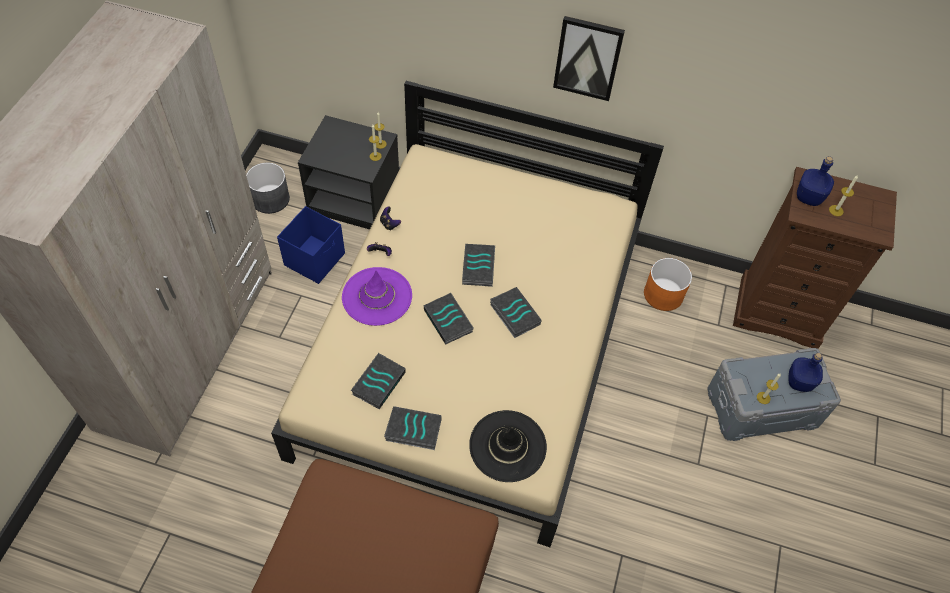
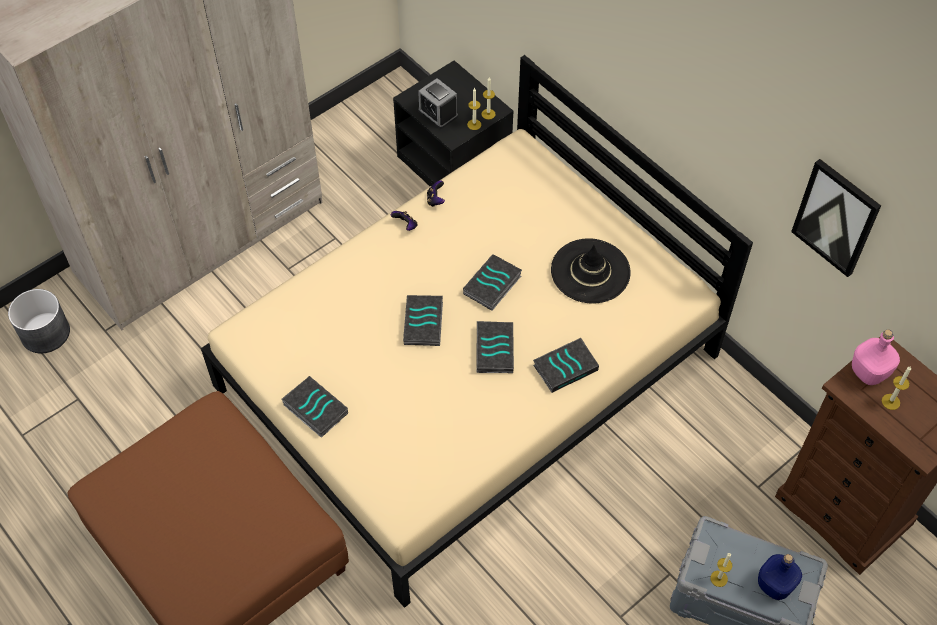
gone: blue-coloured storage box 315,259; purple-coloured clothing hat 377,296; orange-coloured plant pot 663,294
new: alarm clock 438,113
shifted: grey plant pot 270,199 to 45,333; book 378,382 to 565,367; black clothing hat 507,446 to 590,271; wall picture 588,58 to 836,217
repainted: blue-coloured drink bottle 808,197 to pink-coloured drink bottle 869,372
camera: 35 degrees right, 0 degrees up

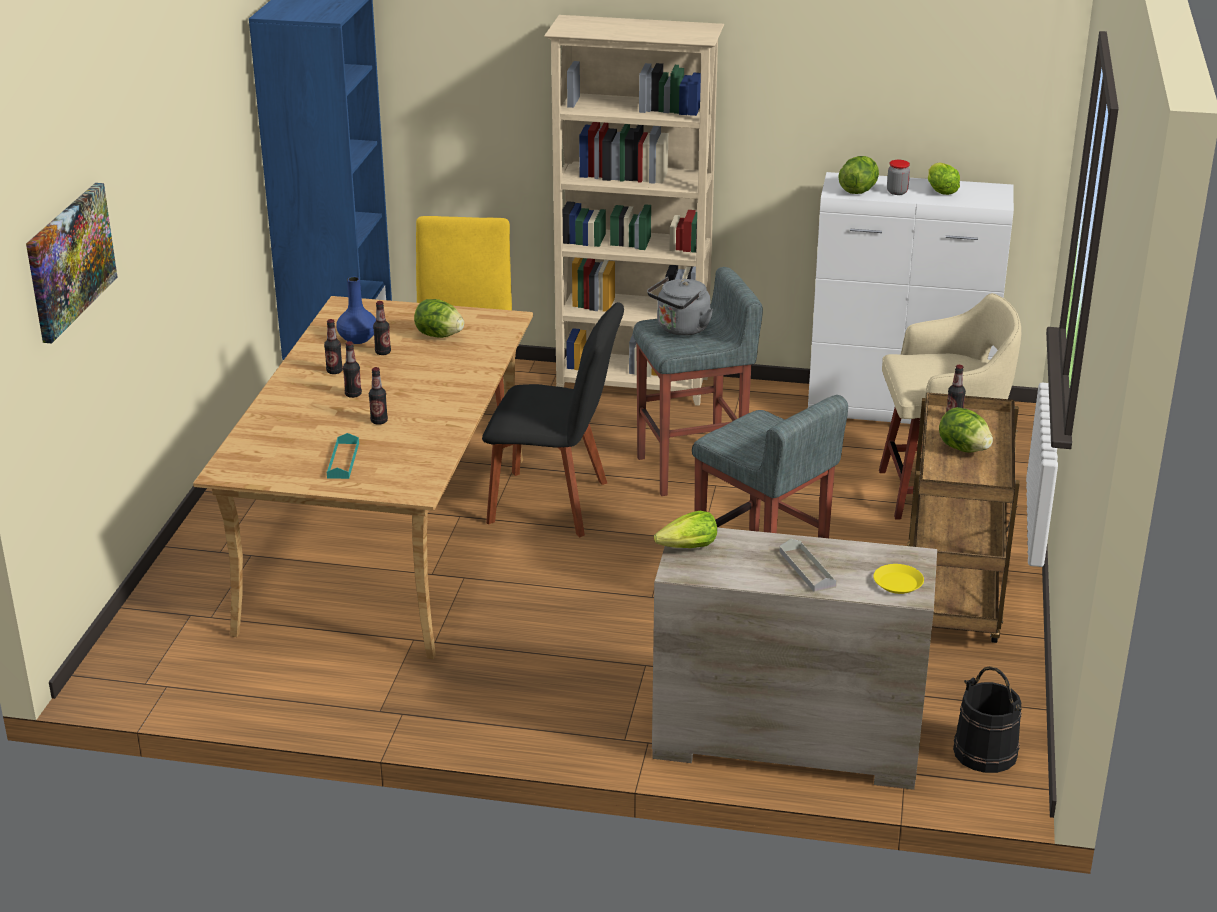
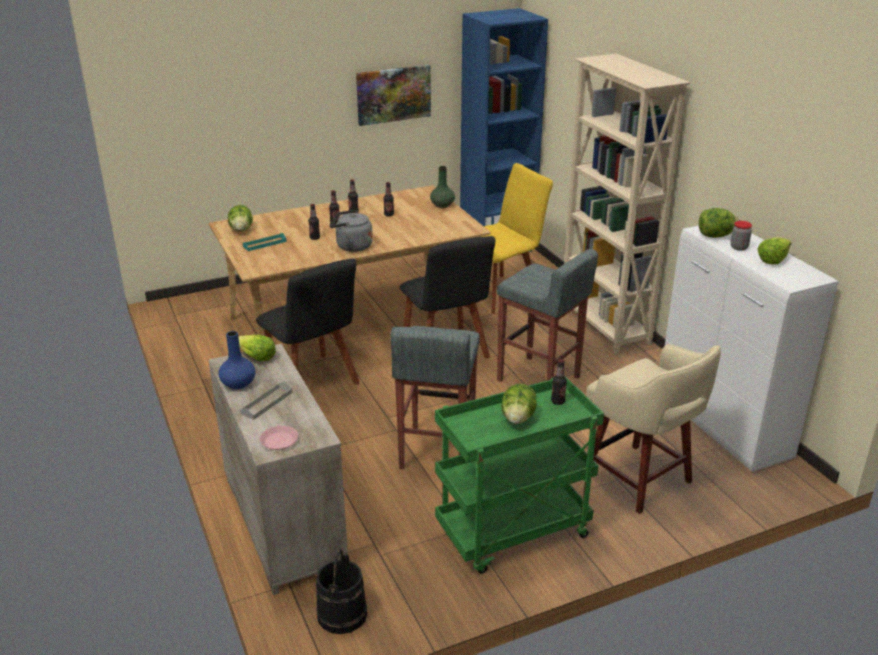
new: black plain chair 313,382; greenish flower vase 442,205
shifted: wall picture 69,260 to 393,94; blue-coloured flower vase 358,339 to 238,384; lettuce 439,335 to 241,230; grey water kettle 681,329 to 351,246
repainted: yellow dinner plate 898,583 to pink-coloured dinner plate 279,441; brownish trolley 953,600 to greenish trolley 512,534
camera: 55 degrees right, 0 degrees up

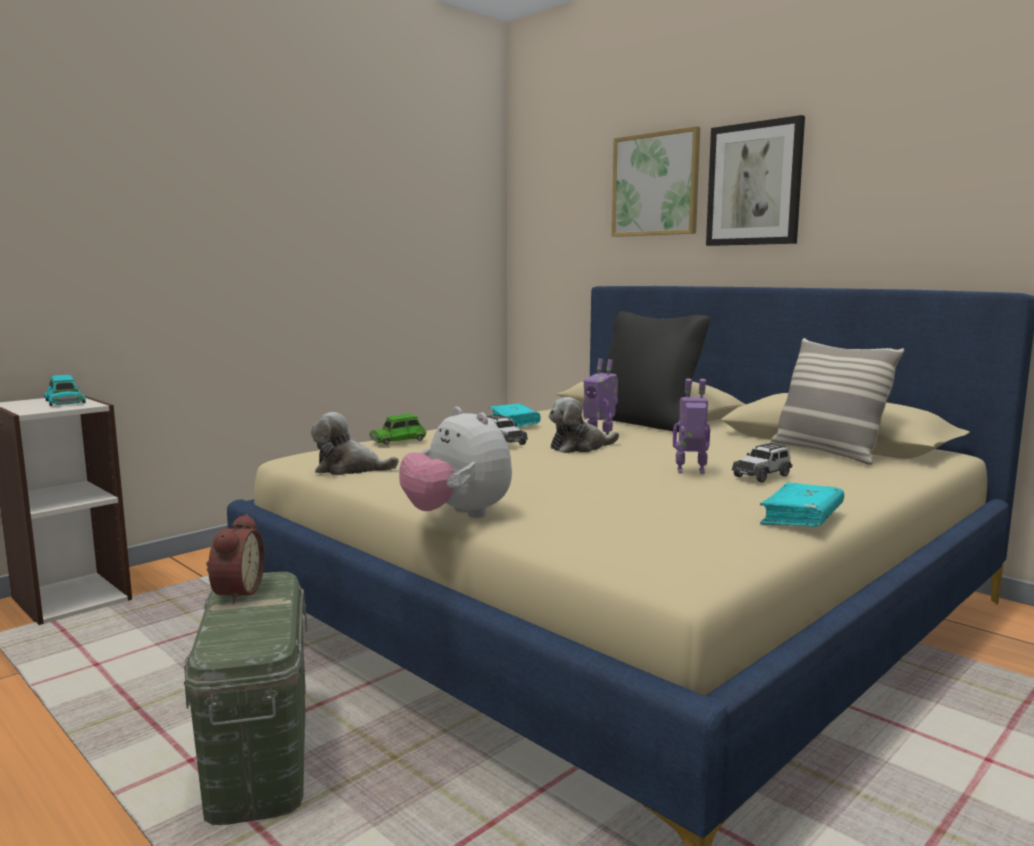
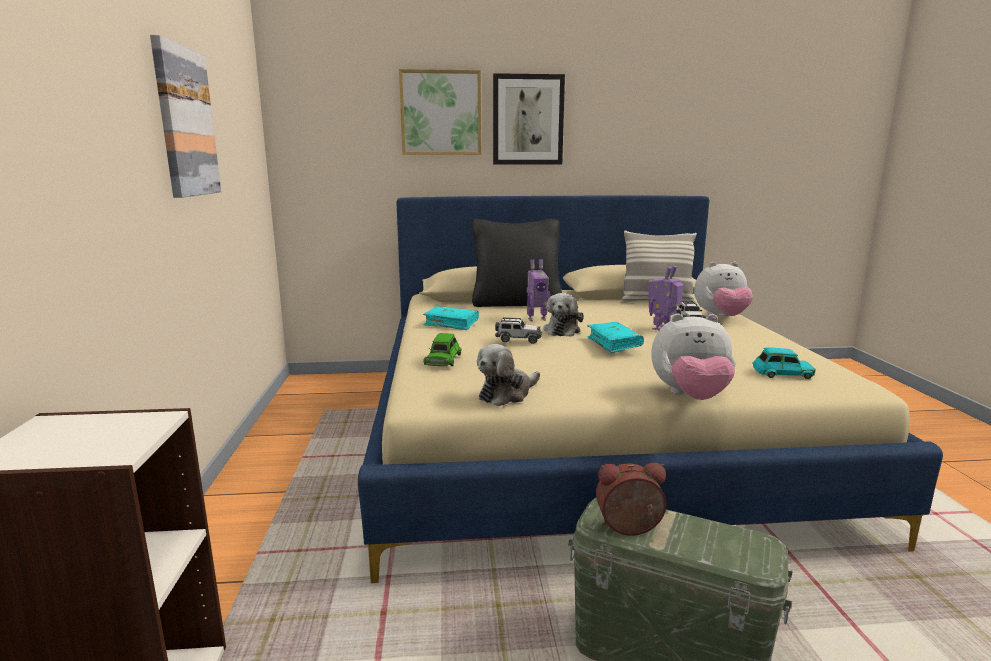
new: wall picture 185,122; cuddly toy 721,317
shifted: turquoise model car 65,401 to 782,373; turquoise book 801,518 to 614,344
rotated: alarm clock 235,592 = 629,529 45 degrees counterclockwise
camera: 50 degrees left, 5 degrees up

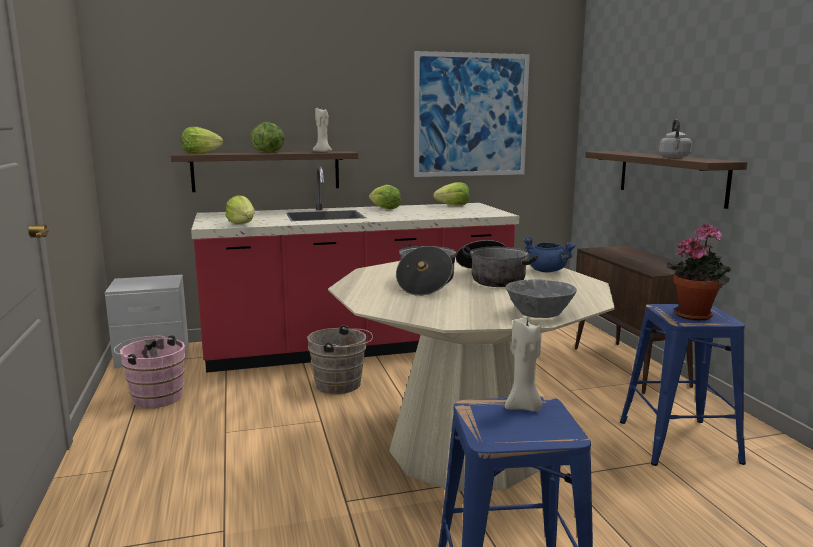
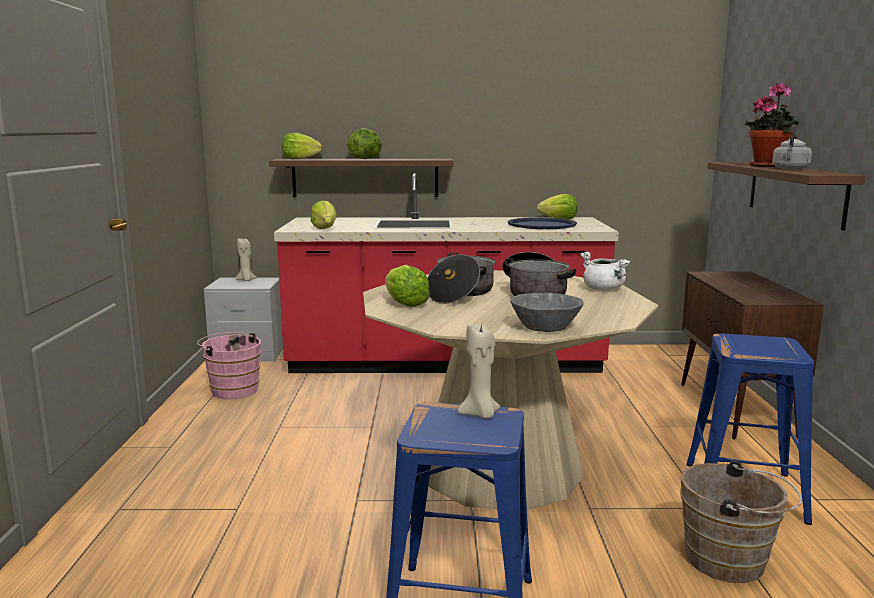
gone: wall picture 471,115
new: blue-coloured carrying tray 542,225
shifted: brownish water bucket 342,385 to 731,562; beige candle 323,152 to 246,280; lettuce 384,208 to 404,304; plant in a pot 695,315 to 768,166
repainted: blue-coloured cooking pot 548,271 to white-coloured cooking pot 604,289
camera: 15 degrees right, 0 degrees up

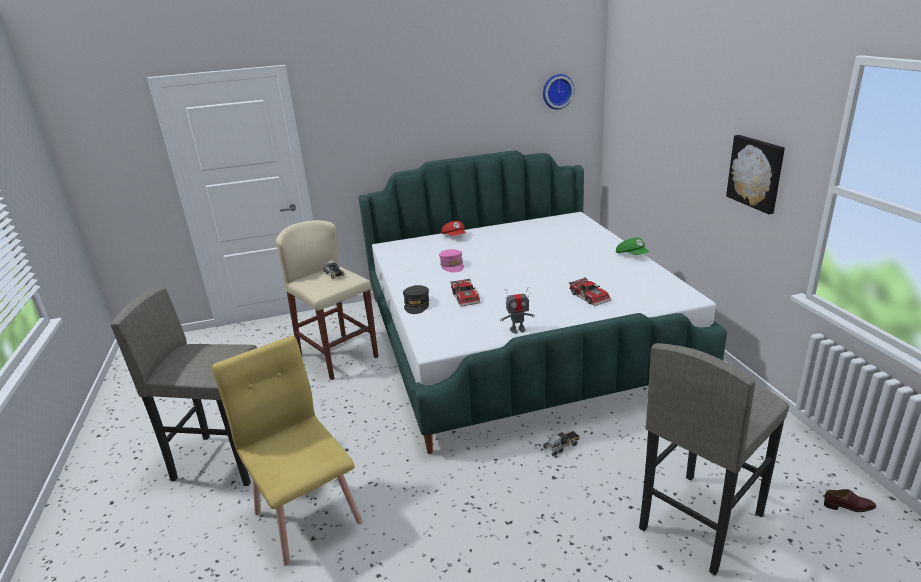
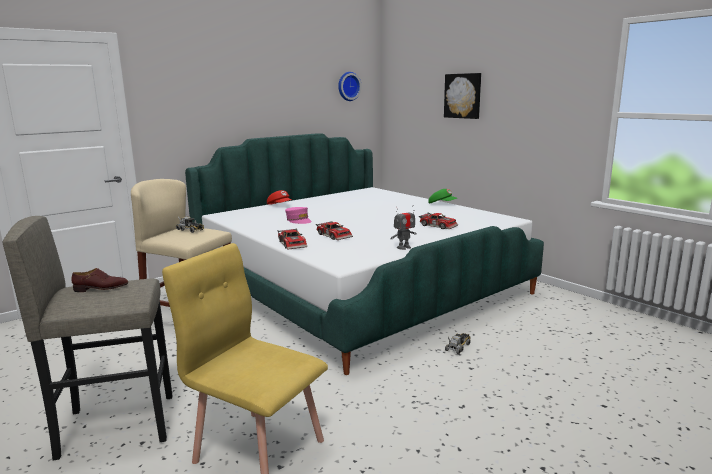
gone: grey stool seat 699,521
shifted: wall picture 756,173 to 463,96; brownish item of footwear 848,506 to 101,288
swapped: grey peaked cap 416,305 to model car 293,244
camera: 25 degrees left, 10 degrees down

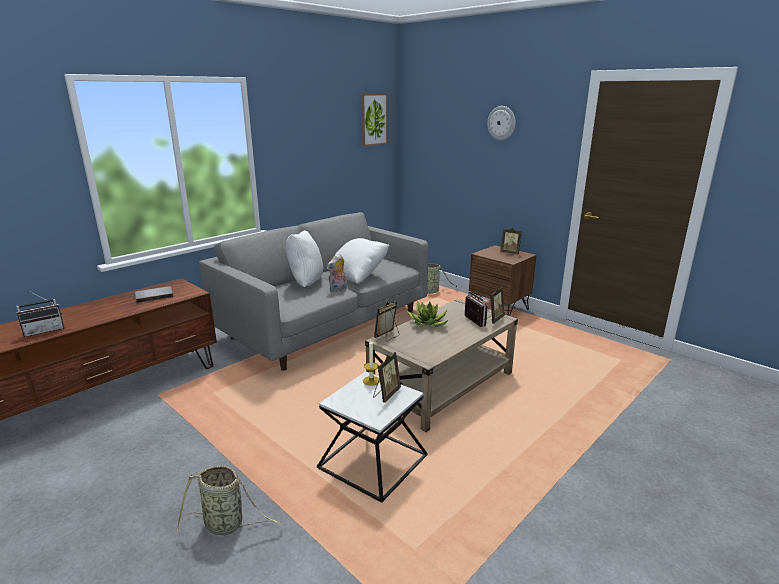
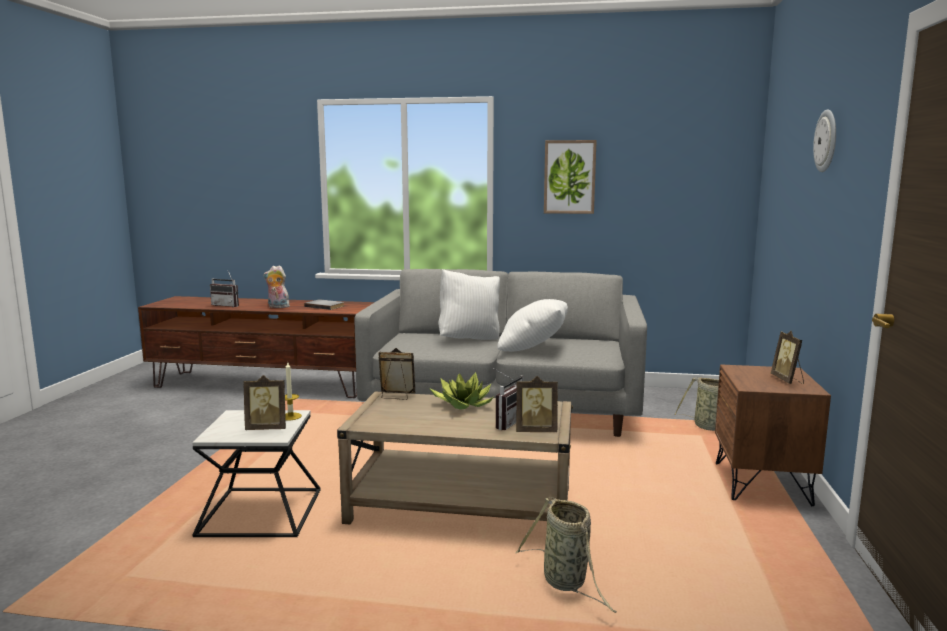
shifted: storage basket 227,525 to 567,583; cuddly toy 338,289 to 277,307; wall picture 373,119 to 569,177
camera: 55 degrees right, 10 degrees down

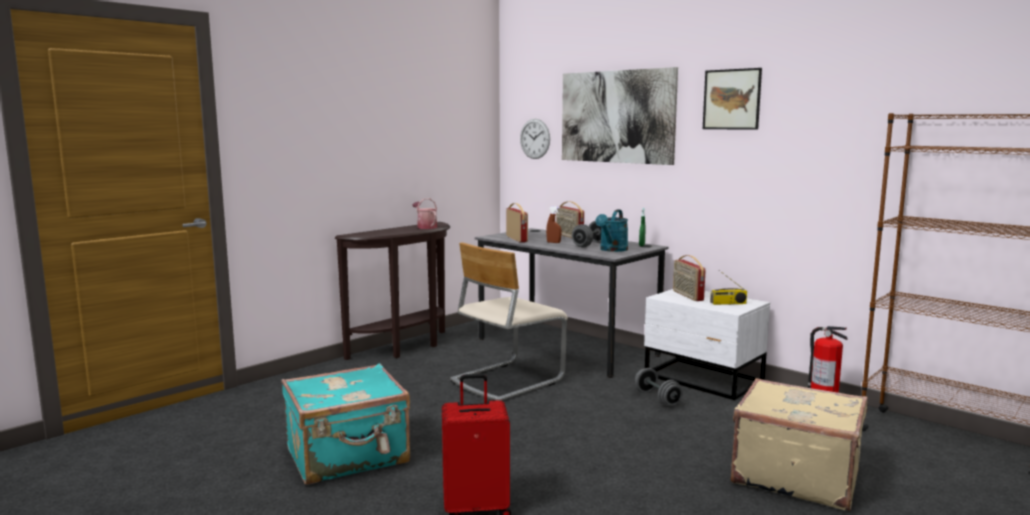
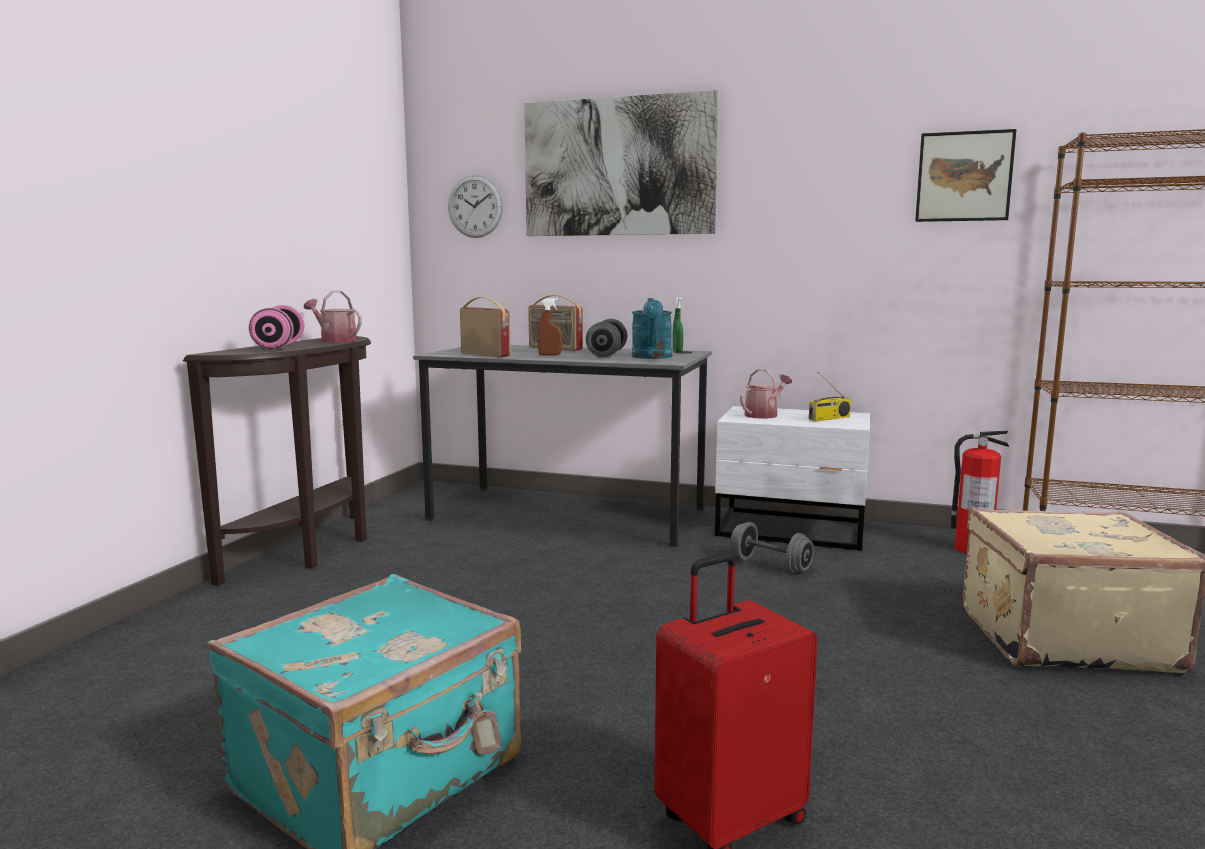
gone: beige plain chair 506,380
new: pink-coloured dumbbell 279,346
shifted: wall picture 731,99 to 964,176
swapped: radio 687,296 to watering can 764,415
camera: 25 degrees left, 0 degrees up

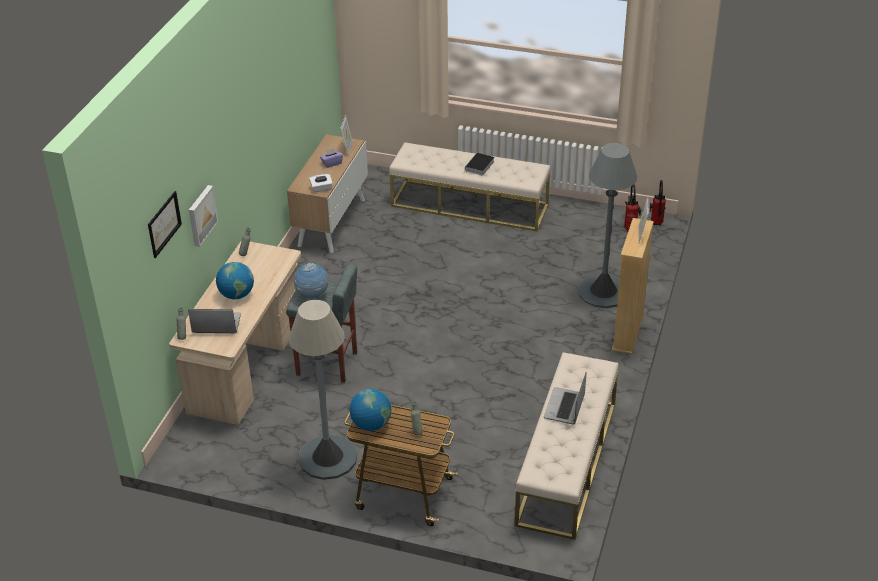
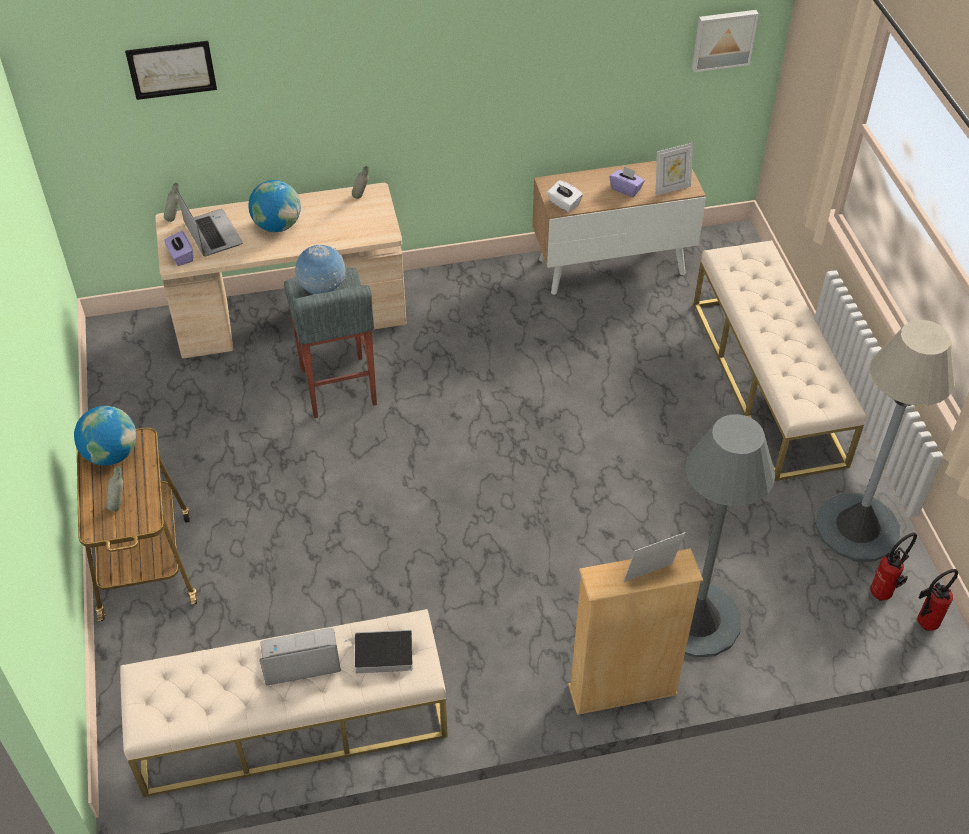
new: purple-coloured tissue box 180,256
shifted: wall picture 201,215 to 723,39; grey floor lamp 327,457 to 857,527; book 479,166 to 381,654
camera: 60 degrees right, 10 degrees up

